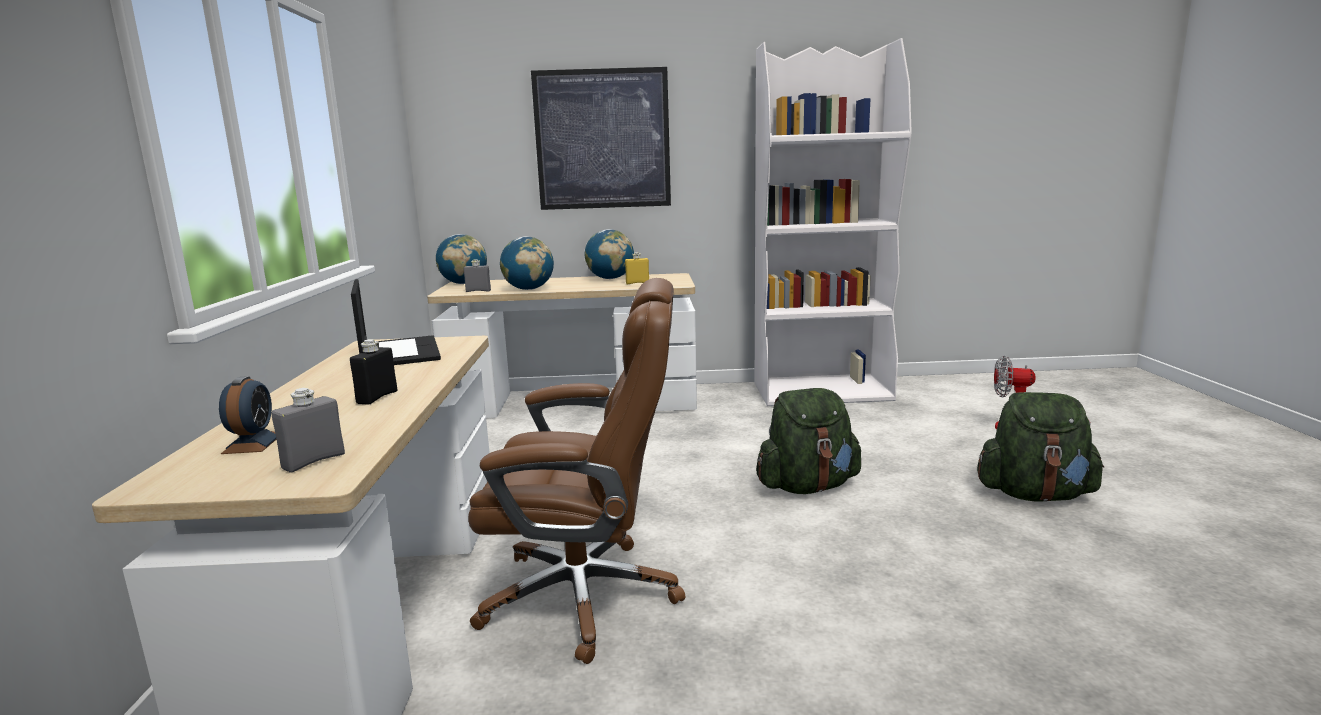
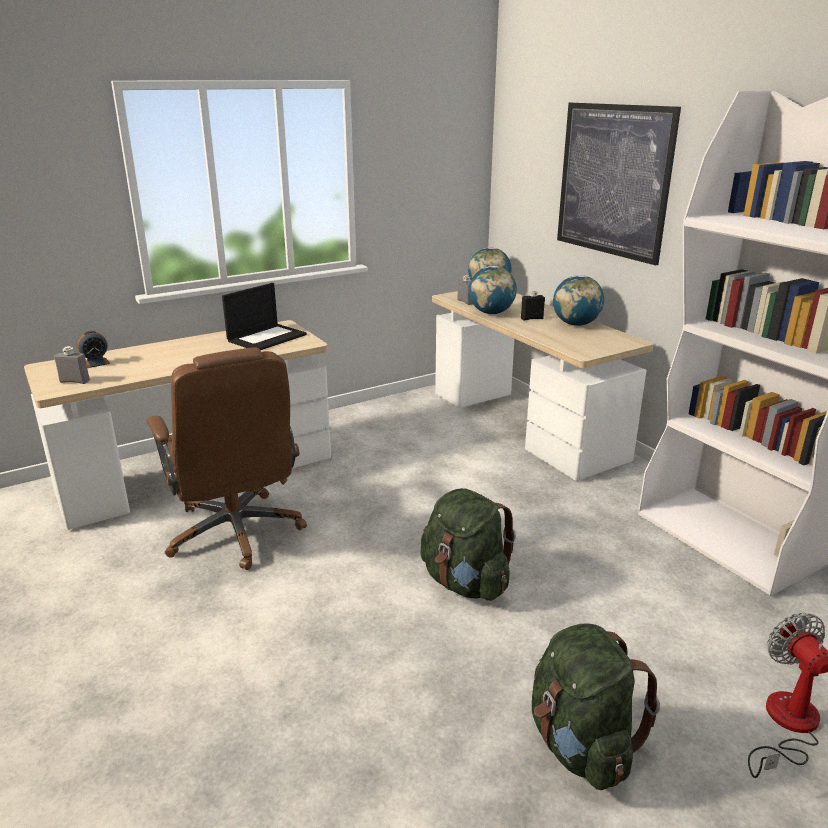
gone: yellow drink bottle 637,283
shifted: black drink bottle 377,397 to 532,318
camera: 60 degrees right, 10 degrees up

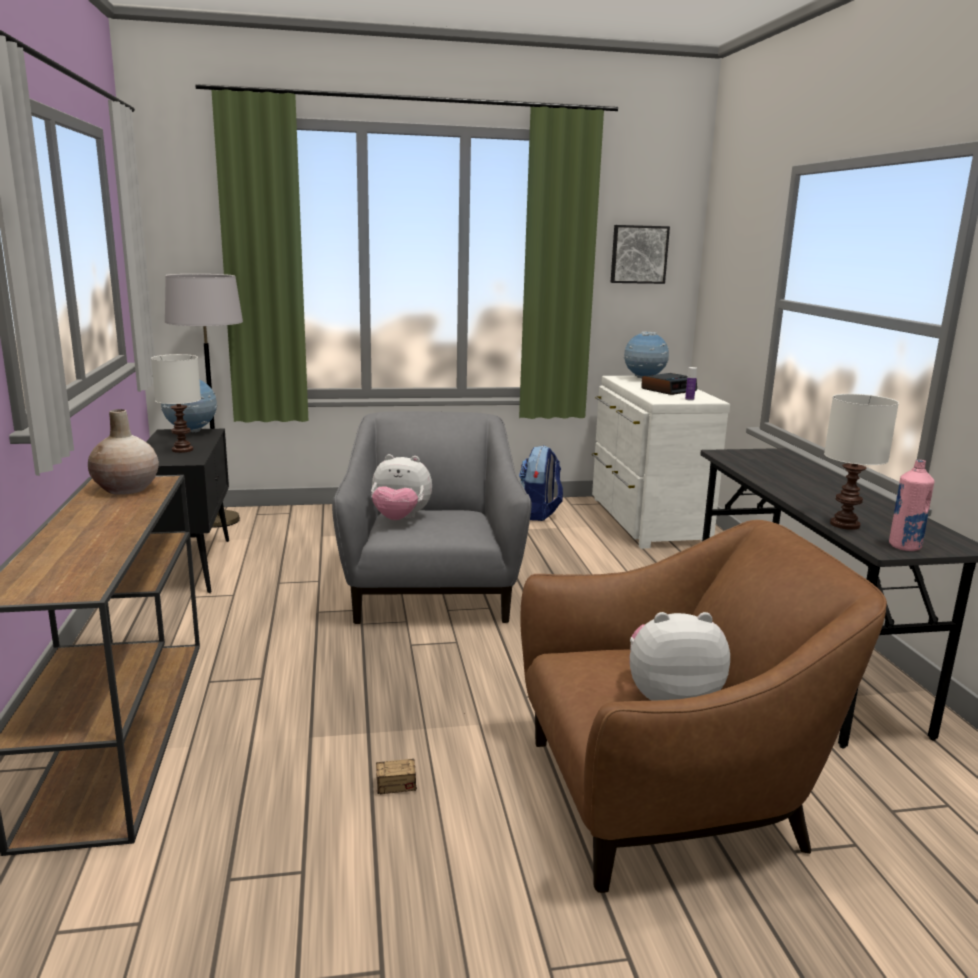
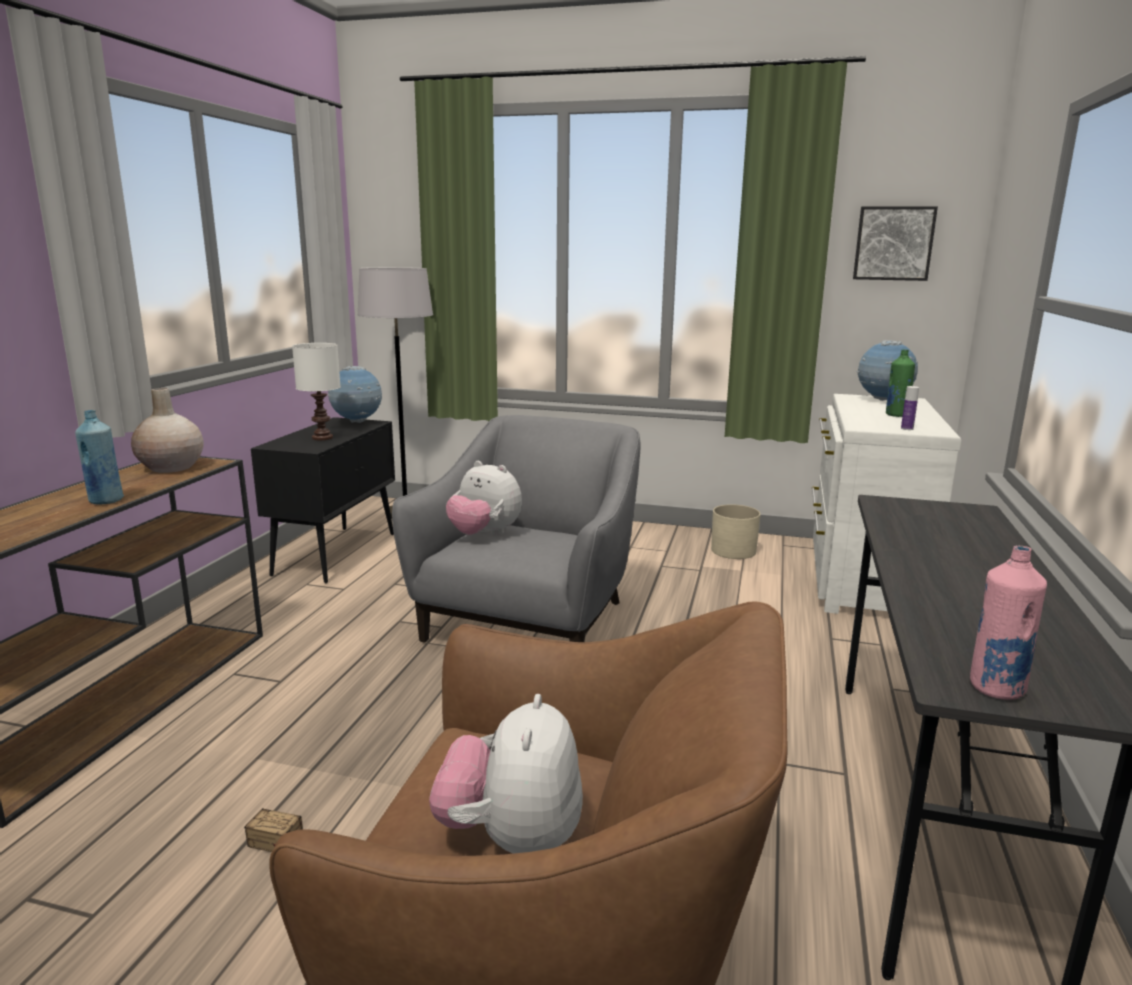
gone: white-coloured tabletop lamp 845,524
new: blue-coloured drink bottle 105,500
swapped: rucksack 539,514 to beige plant pot 733,551; alarm clock 668,390 to greenish drink bottle 896,415
rotated: cuddly toy 670,699 = 512,838 105 degrees counterclockwise
camera: 25 degrees right, 0 degrees up

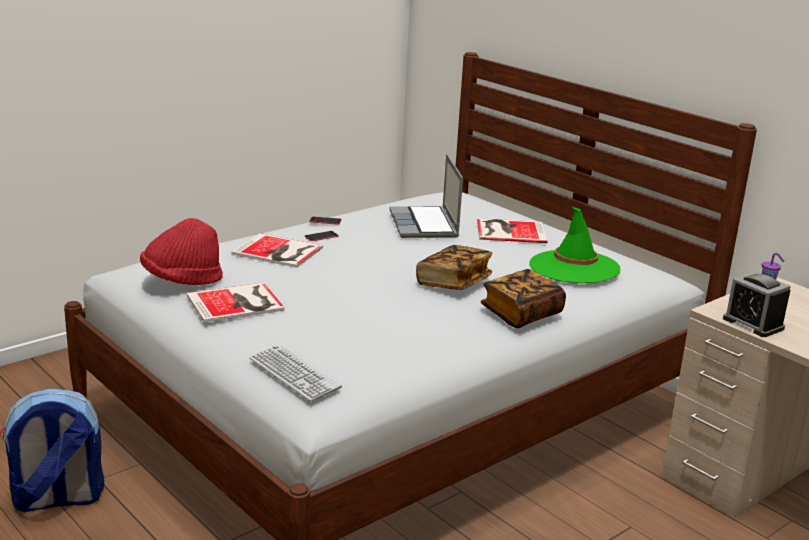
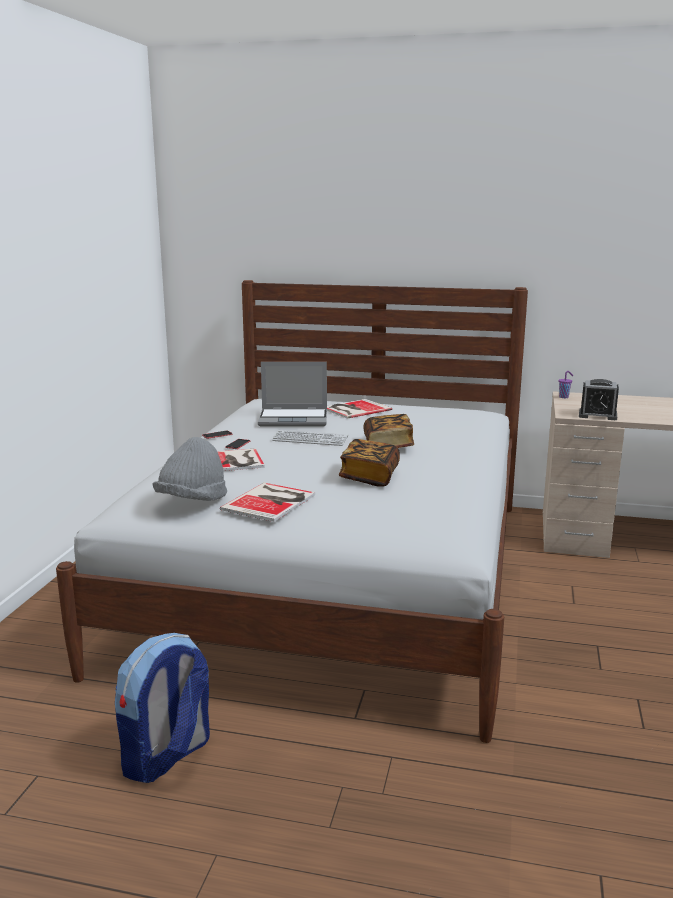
gone: greenish clothing hat 574,267
shifted: computer keyboard 294,374 to 310,439; book 521,314 to 369,476
repainted: reddish clothing hat 182,280 to grey clothing hat 192,501
rotated: laptop 425,225 = 294,419 45 degrees counterclockwise
camera: 35 degrees left, 5 degrees down

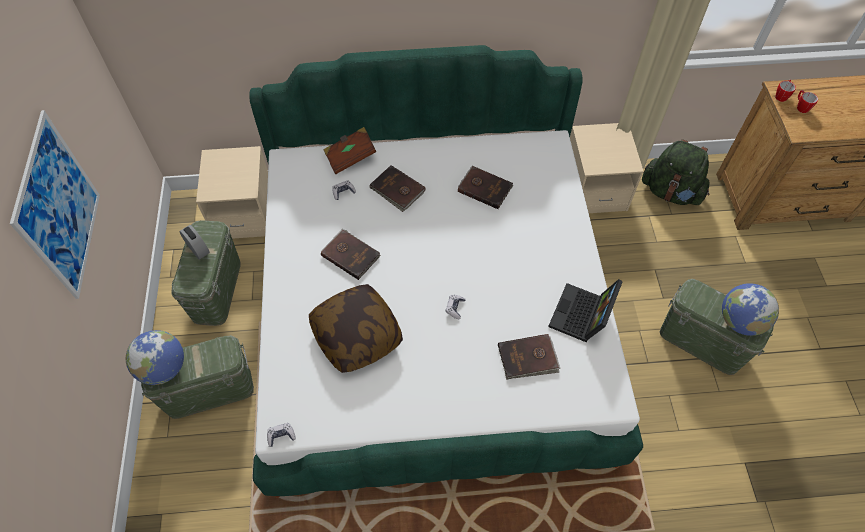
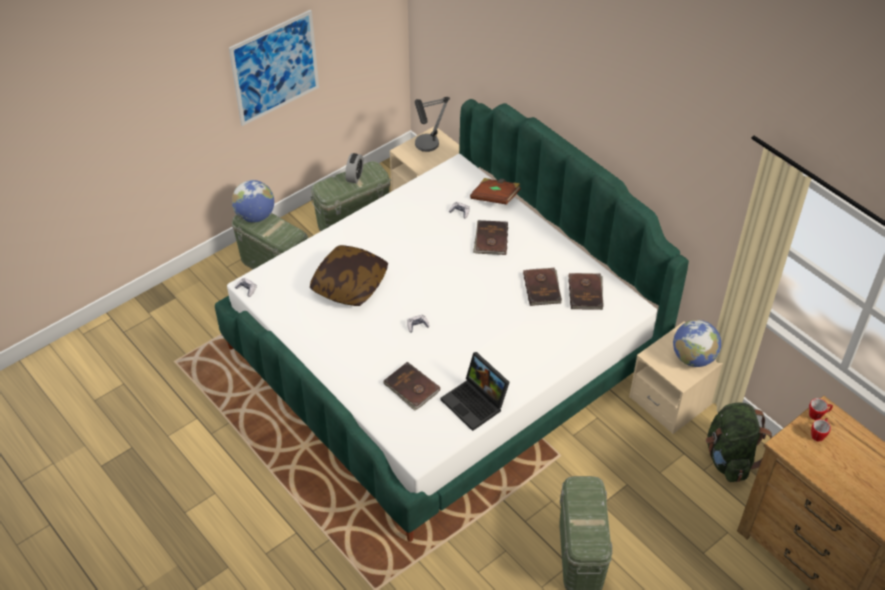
new: tabletop lamp 427,148
shifted: brownish book 351,255 to 586,292; world globe 740,321 to 693,358
rotated: laptop 581,316 = 476,403 120 degrees counterclockwise
camera: 55 degrees right, 10 degrees down

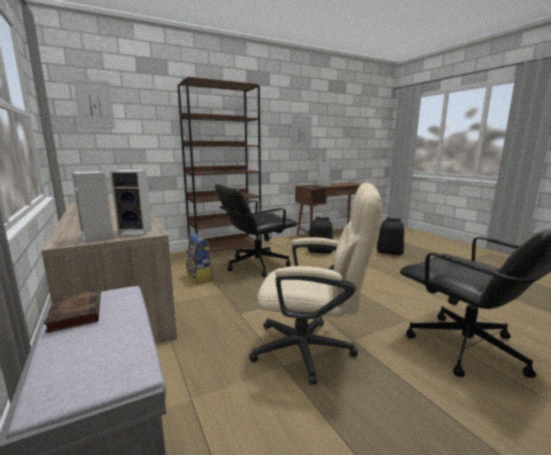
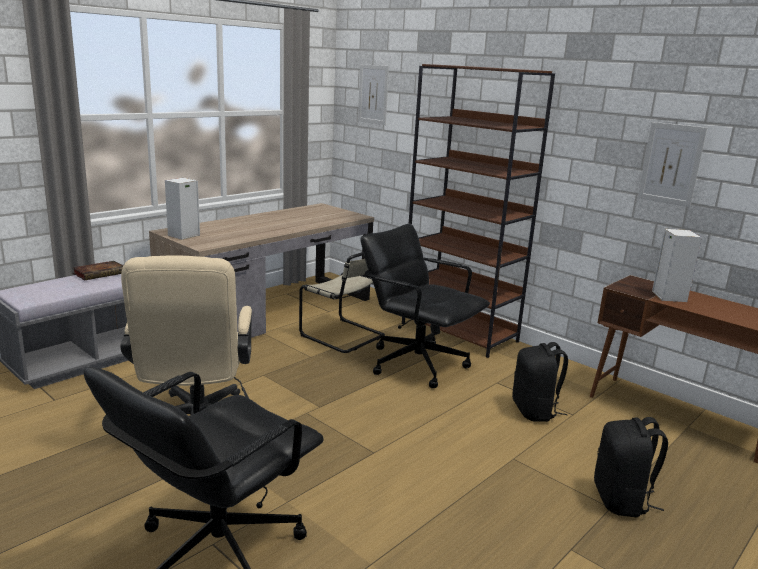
gone: speaker 137,232
swapped: rucksack 200,278 to beige plain chair 345,336
camera: 70 degrees right, 5 degrees up

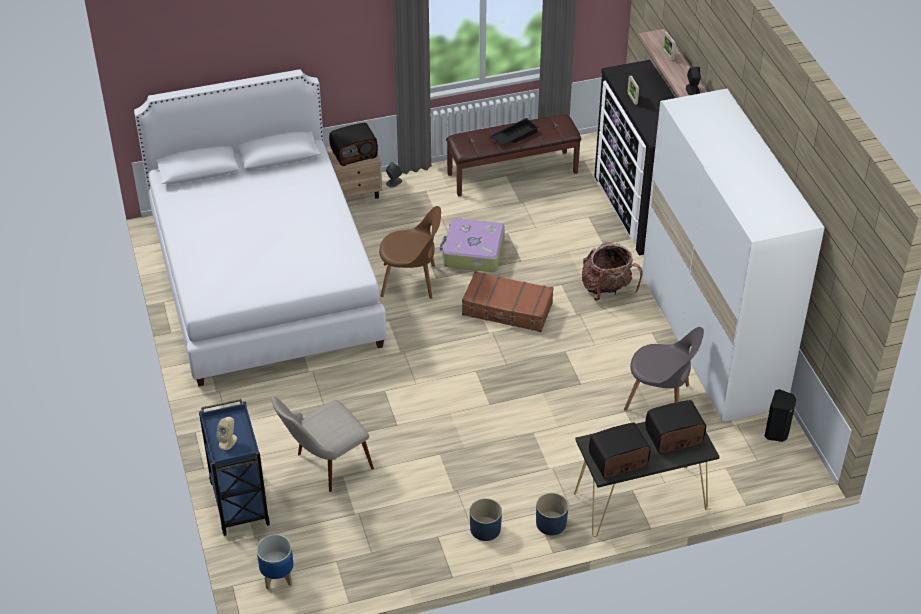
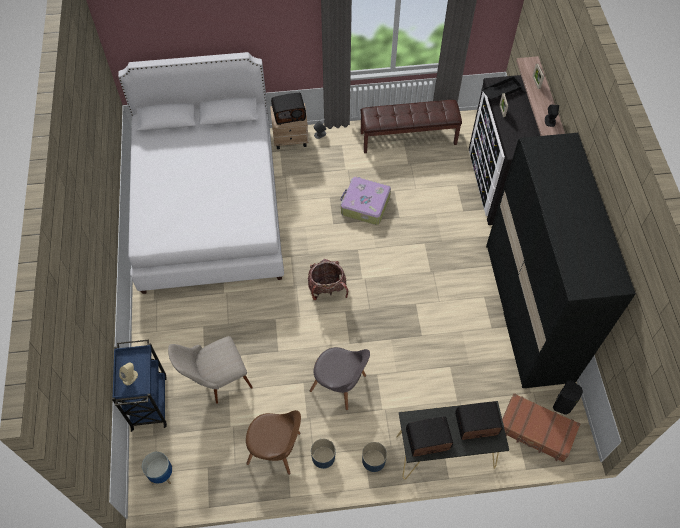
shifted: brownish plain chair 411,281 to 276,449; brownish piece of luggage 507,310 to 536,431; black carrying tray 514,136 to 501,90; rucksack 607,289 to 327,288; grey plain chair 660,398 to 340,385
repainted: white-coloured armoire 711,341 to black armoire 528,312
camera: 10 degrees right, 15 degrees up

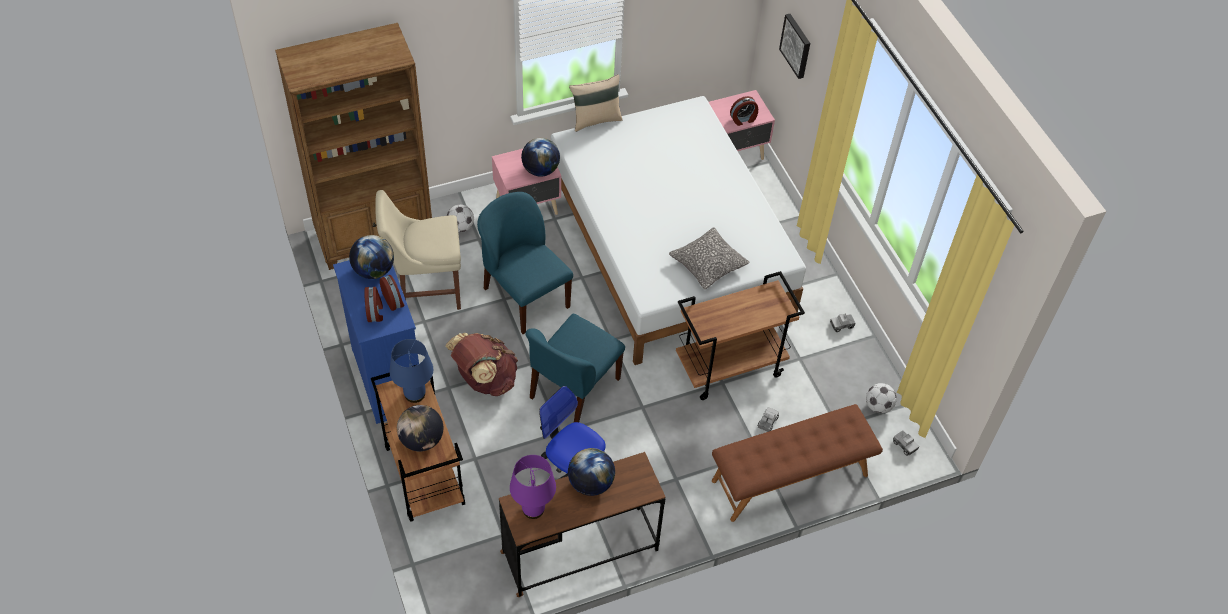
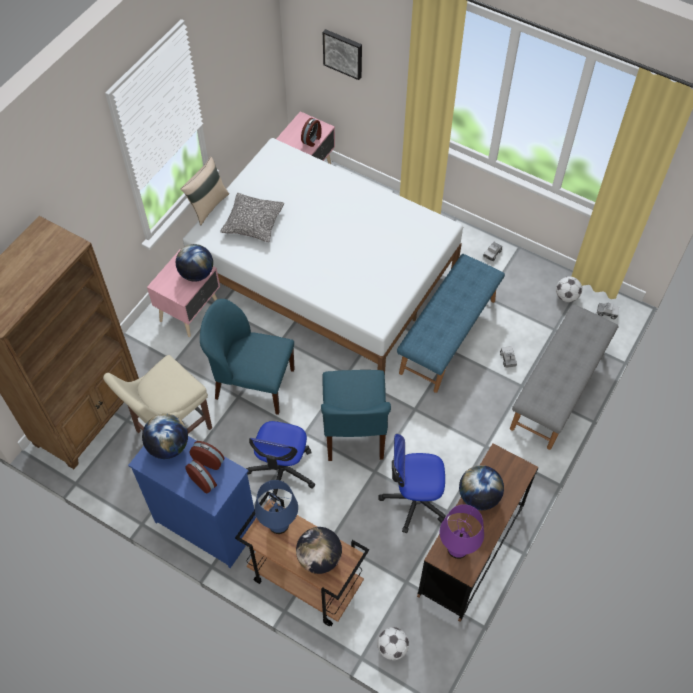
shifted: football ball 461,227 to 392,647; pillow 708,264 to 253,222
swapped: brownish rucksack 485,380 to office chair 282,471; brownish trolley 730,367 to blue-coloured long seat 447,335
repainted: brownish long seat 790,478 to grey long seat 558,389
camera: 35 degrees left, 5 degrees up

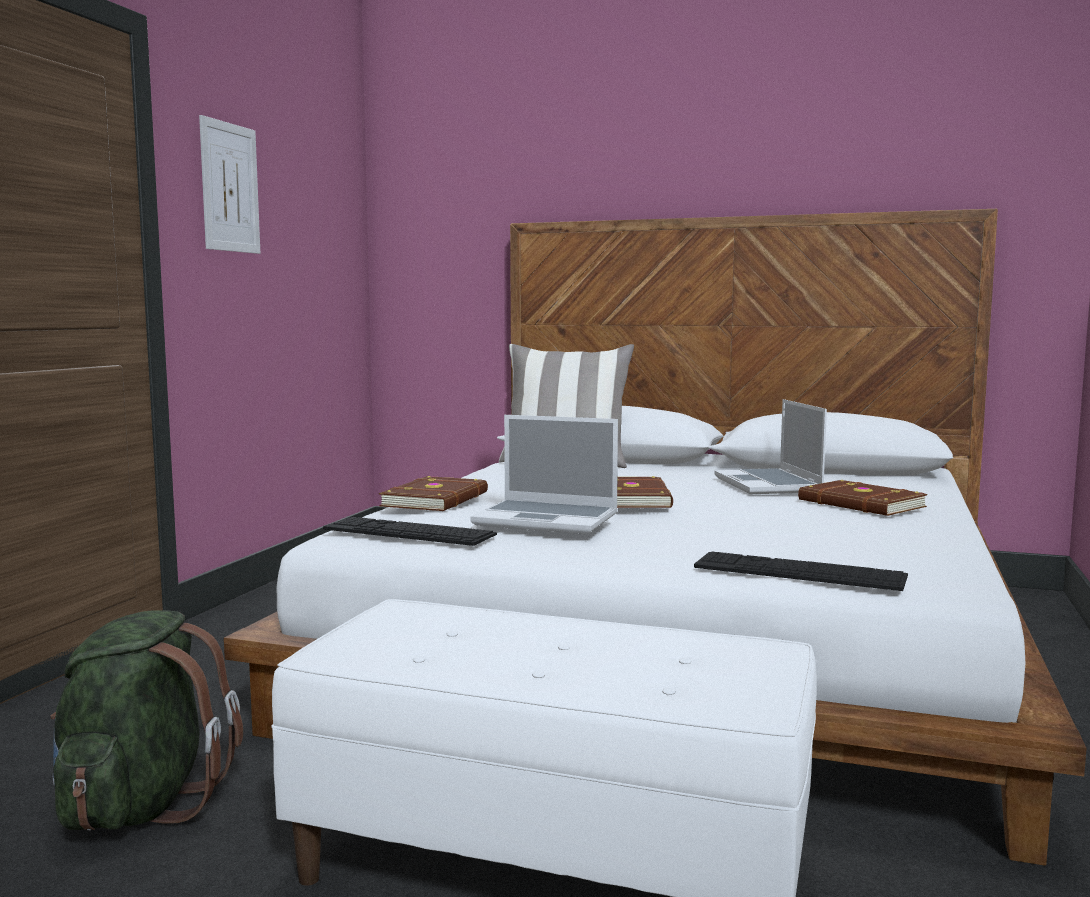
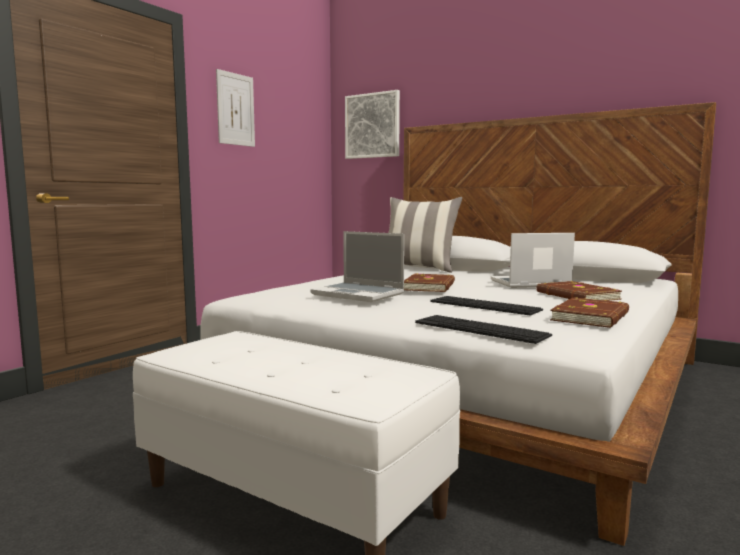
gone: greenish rucksack 141,804
new: wall picture 372,125
shifted: computer keyboard 409,532 to 484,305; brownish book 437,499 to 592,317
rotated: laptop 769,485 = 529,283 75 degrees clockwise
camera: 15 degrees right, 0 degrees up

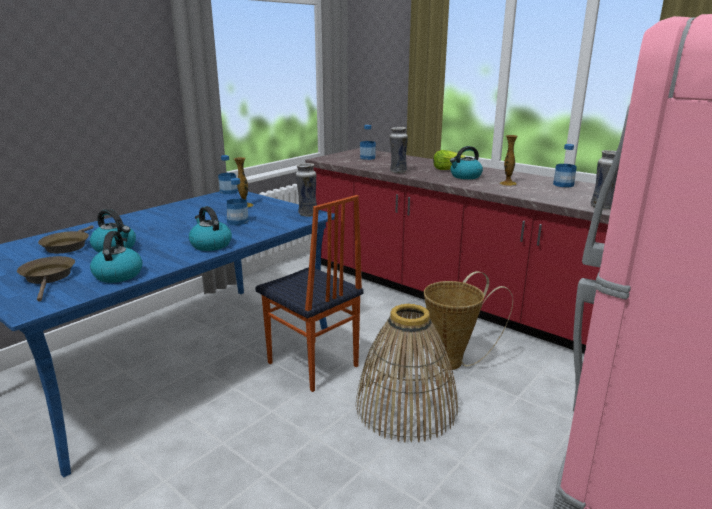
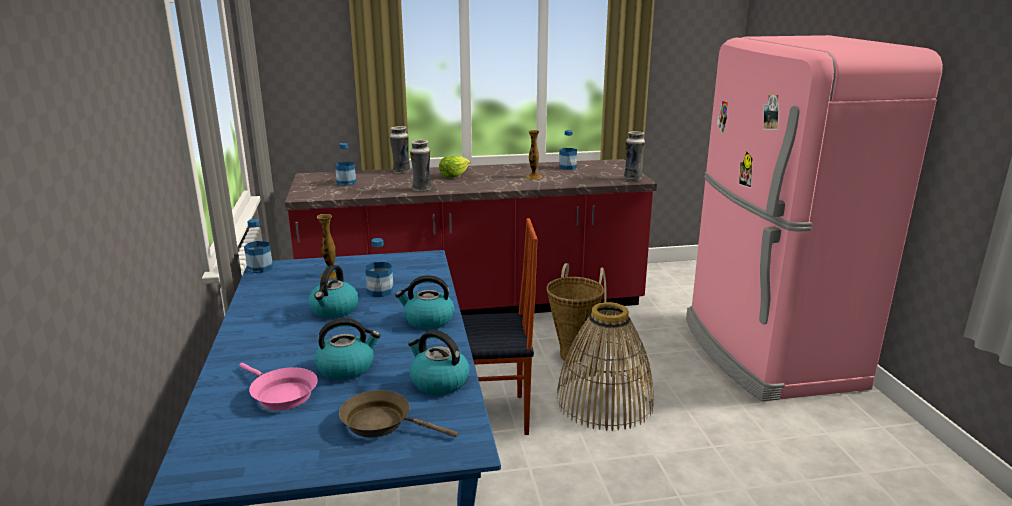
shifted: flower vase 307,214 to 401,172; water kettle 465,176 to 334,310
repainted: brownish pan 67,246 to pink-coloured pan 281,394
camera: 50 degrees left, 0 degrees up

